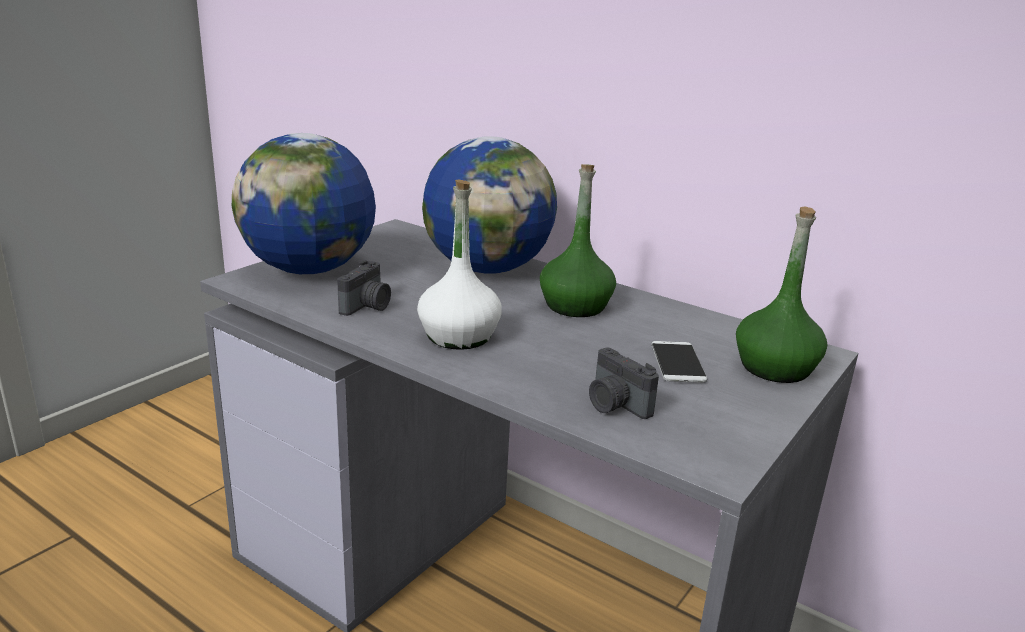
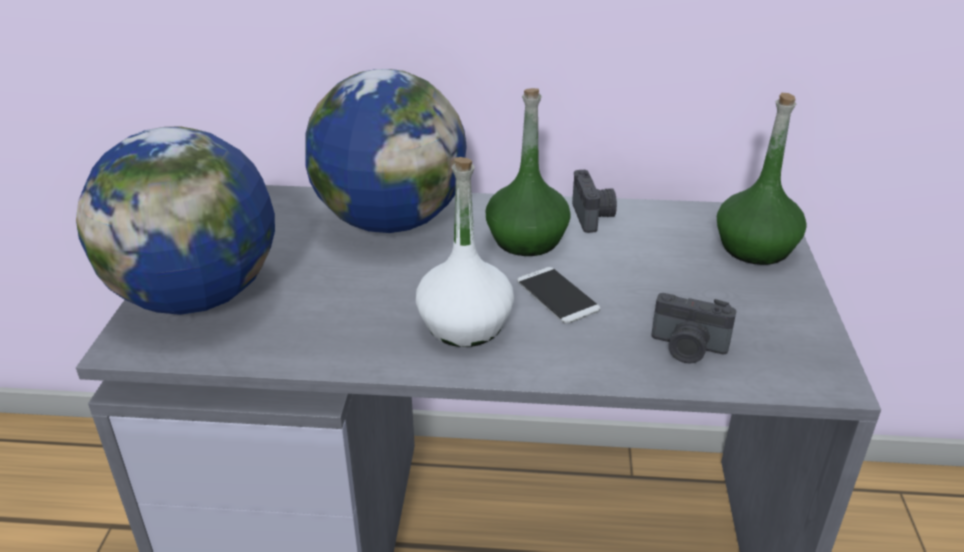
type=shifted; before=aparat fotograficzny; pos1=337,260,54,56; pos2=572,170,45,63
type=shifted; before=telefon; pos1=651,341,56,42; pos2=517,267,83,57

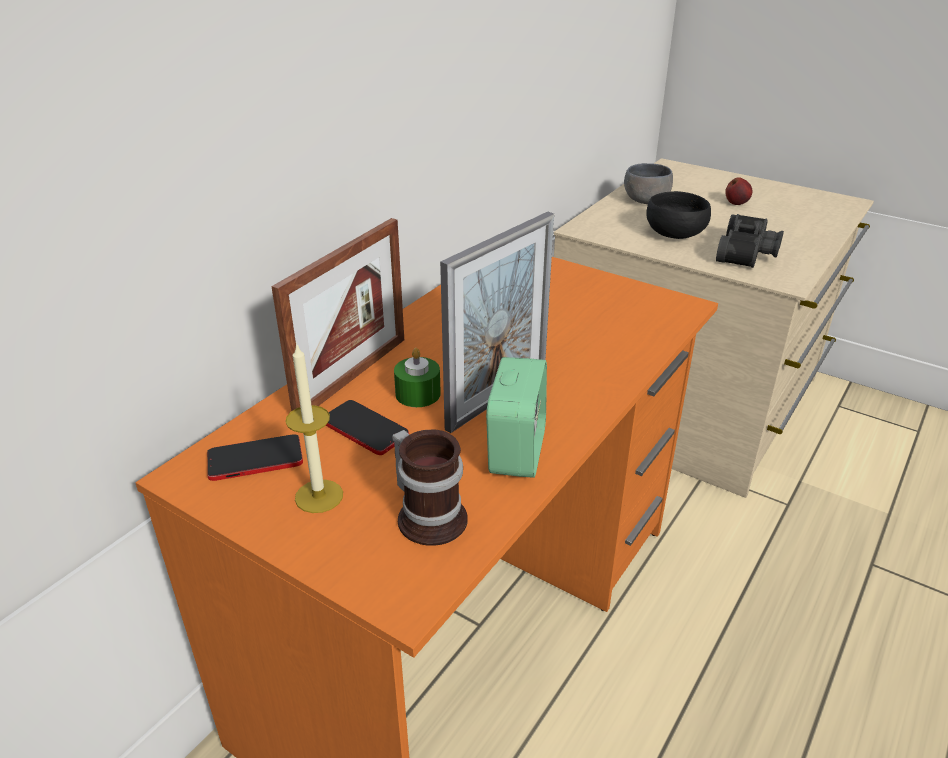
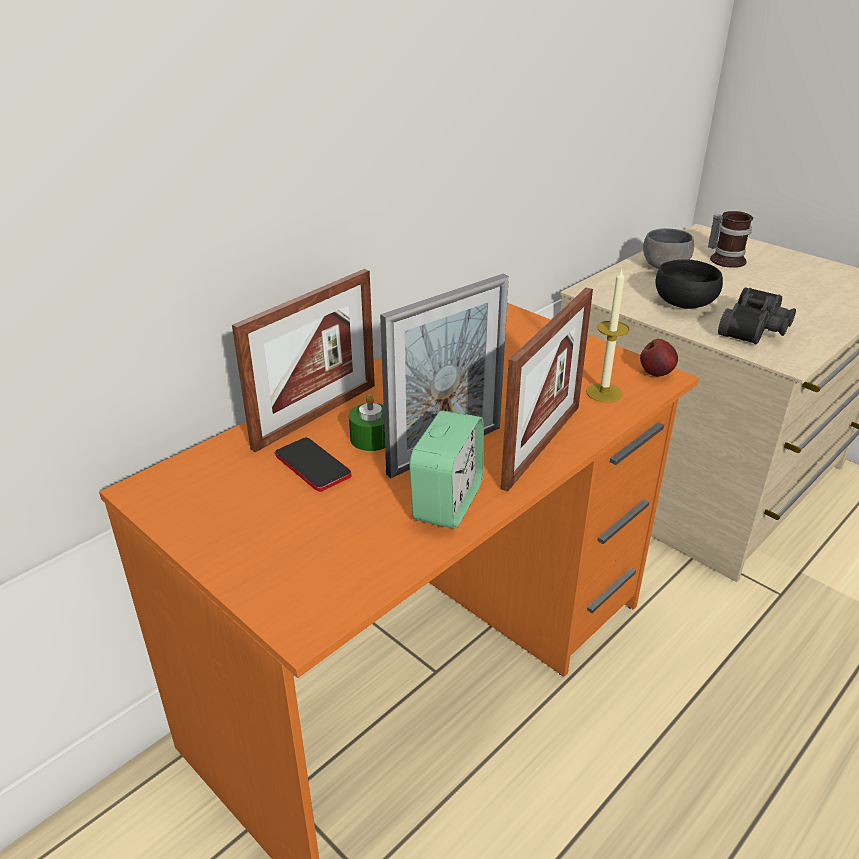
type=shifted; before=jabłko; pos1=725,177,27,28; pos2=640,339,38,37
type=shifted; before=świeca; pos1=285,343,58,170; pos2=586,267,43,135
type=shifted; before=kubek; pos1=392,429,76,117; pos2=708,211,45,57
type=gone; before=telefon; pos1=207,434,96,47
type=new; after=ramka na zdjęcie; pos2=501,288,92,204

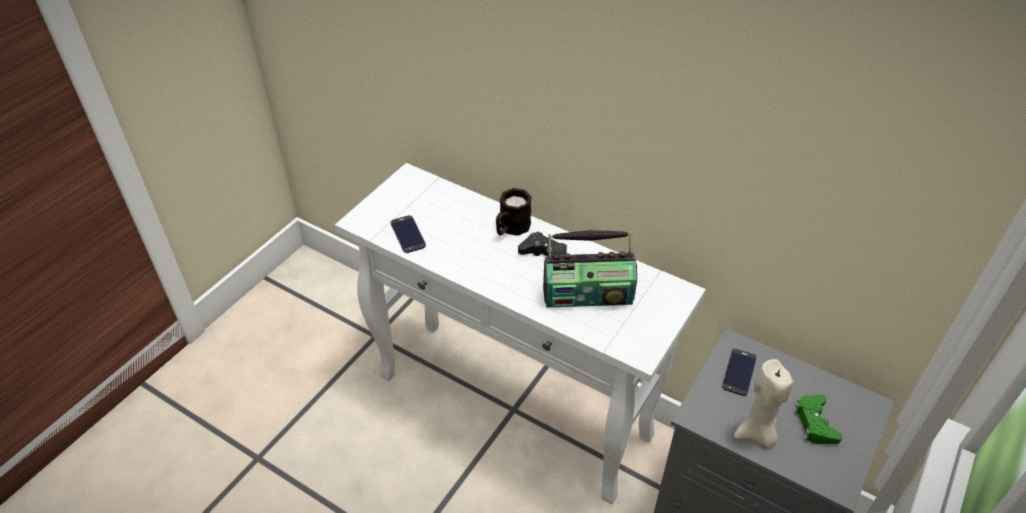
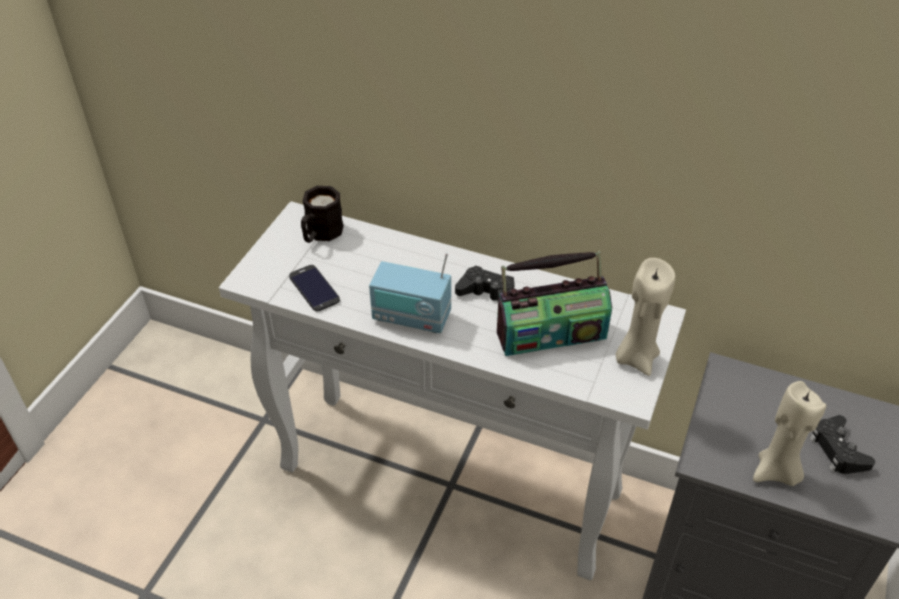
type=shifted; before=kubek/czarny; pos1=496,188,36,48; pos2=301,186,43,57
type=gone; before=telefon; pos1=722,348,35,48
type=repainted; before=pad do gier/zielony; after=pad do gier/czarny; pos1=793,394,49,50; pos2=809,415,66,59
type=new; after=radio; pos2=369,253,82,80
type=new; after=świeca/beżowy; pos2=615,258,60,118

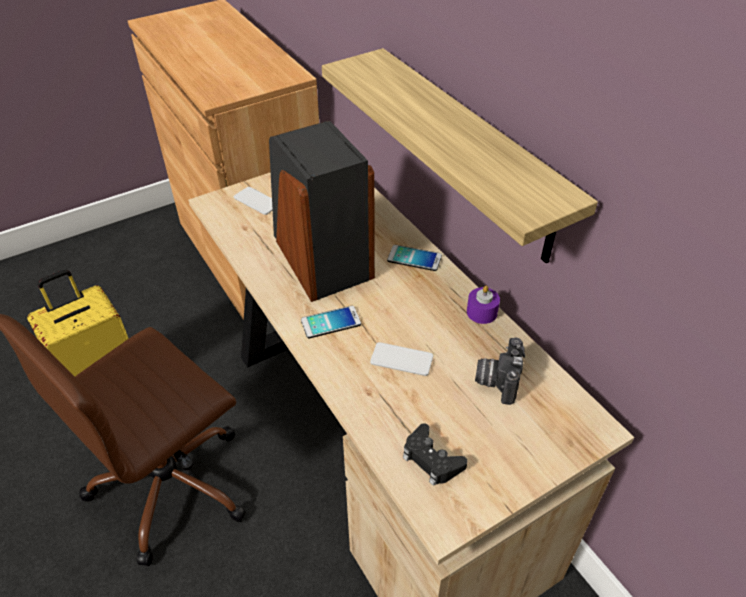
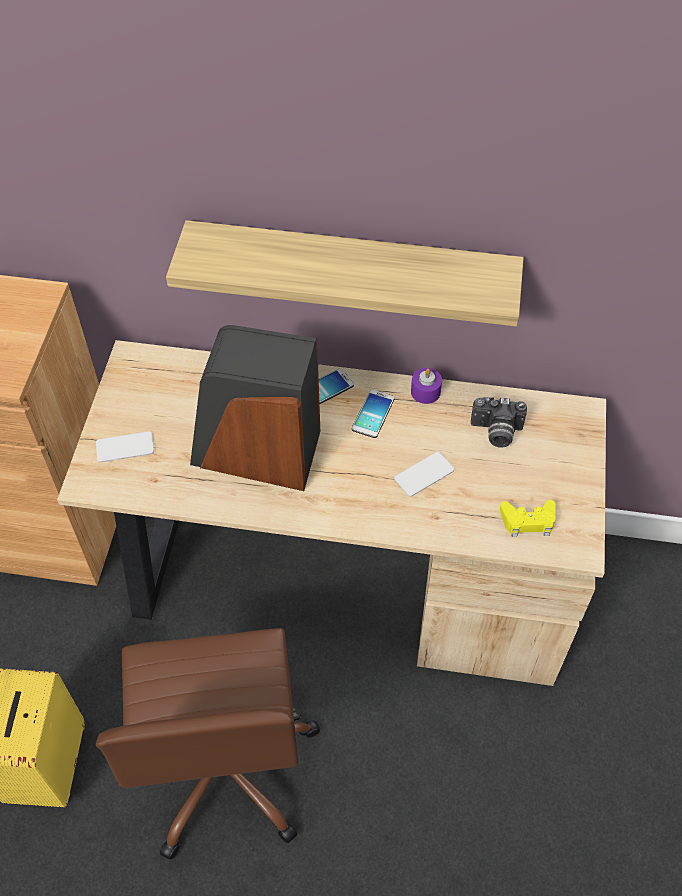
type=shifted; before=telefon; pos1=301,306,60,32; pos2=352,389,43,49
type=rotated; before=aparat fotograficzny; pos1=475,337,50,68; pos2=471,397,56,51; turn=-45
type=repainted; before=pad do gier/czarny; after=pad do gier/żółty; pos1=403,423,65,63; pos2=500,500,56,37

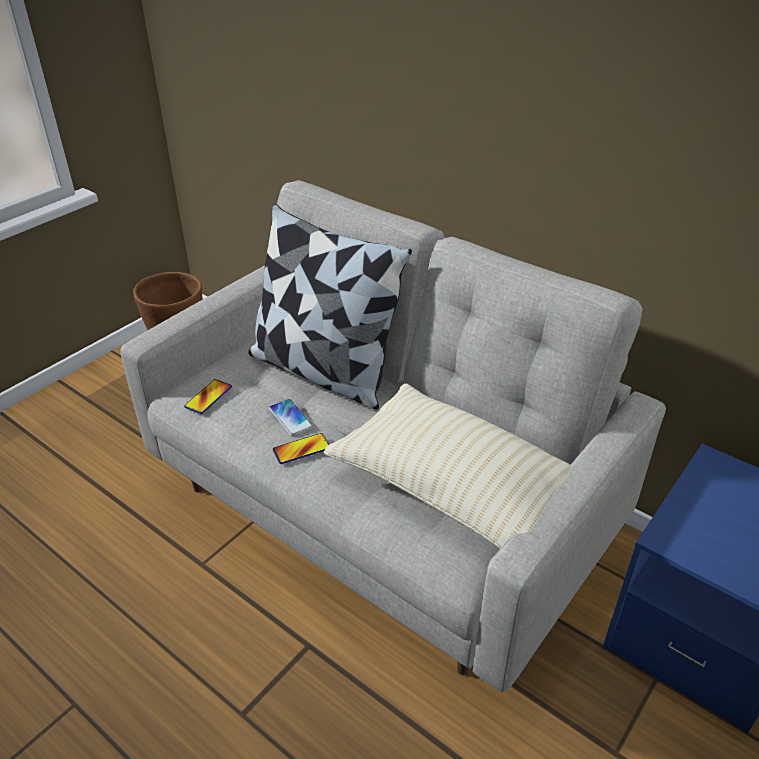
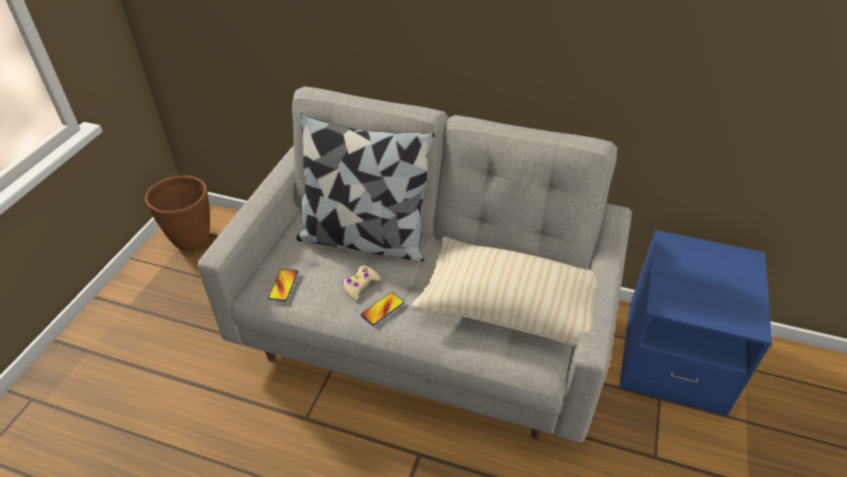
type=swapped; before=telefon; after=pad do gier/beżowy; pos1=269,399,44,37; pos2=342,265,38,36

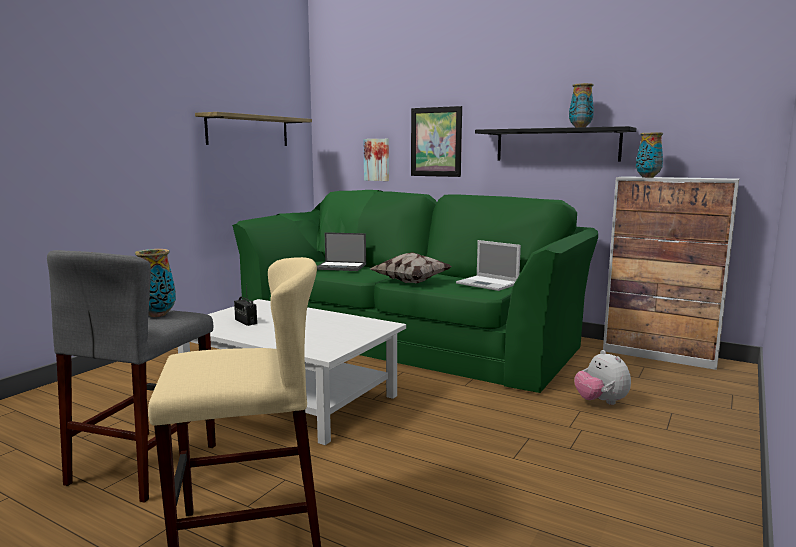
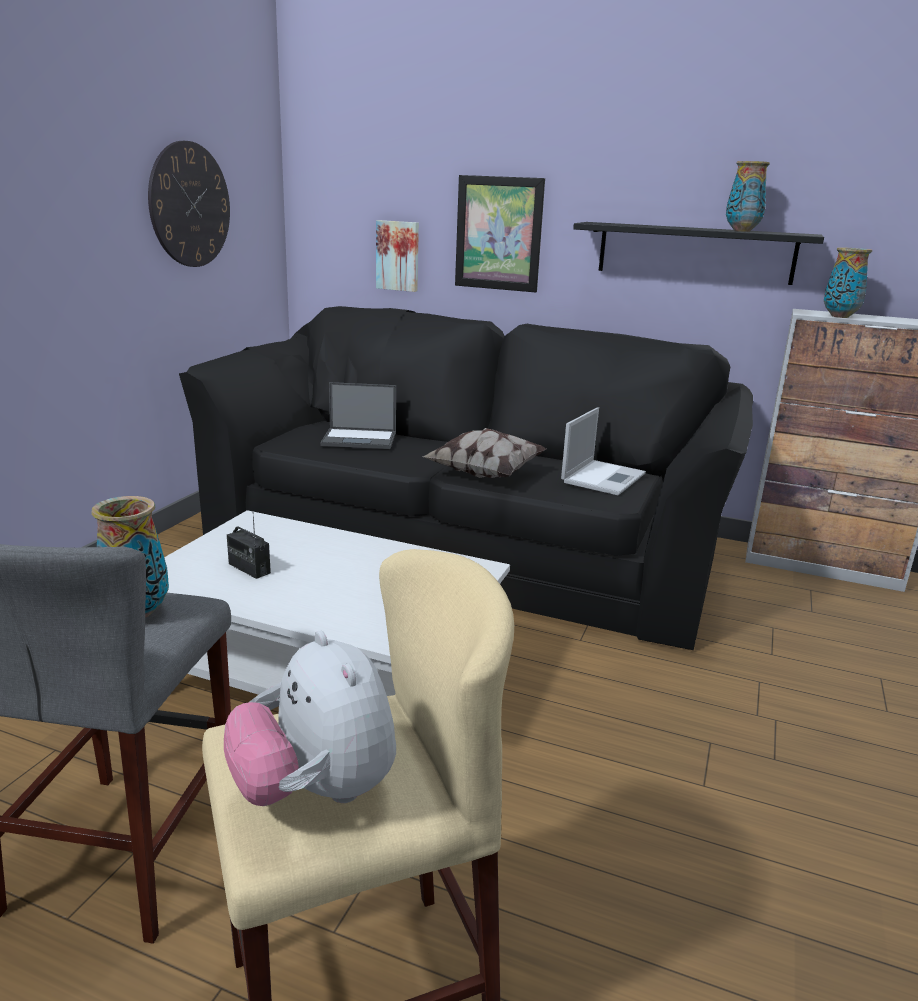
type=swapped; before=półka; after=zegar ścienny; pos1=195,112,117,34; pos2=148,141,82,126
type=repainted; before=kanapa/zielony; after=kanapa/czarny; pos1=232,190,366,203; pos2=179,306,574,344
type=rotated; before=laptop; pos1=456,240,65,51; pos2=561,407,85,88; turn=-90
type=shifted; before=pluszak; pos1=574,350,57,55; pos2=224,630,172,176

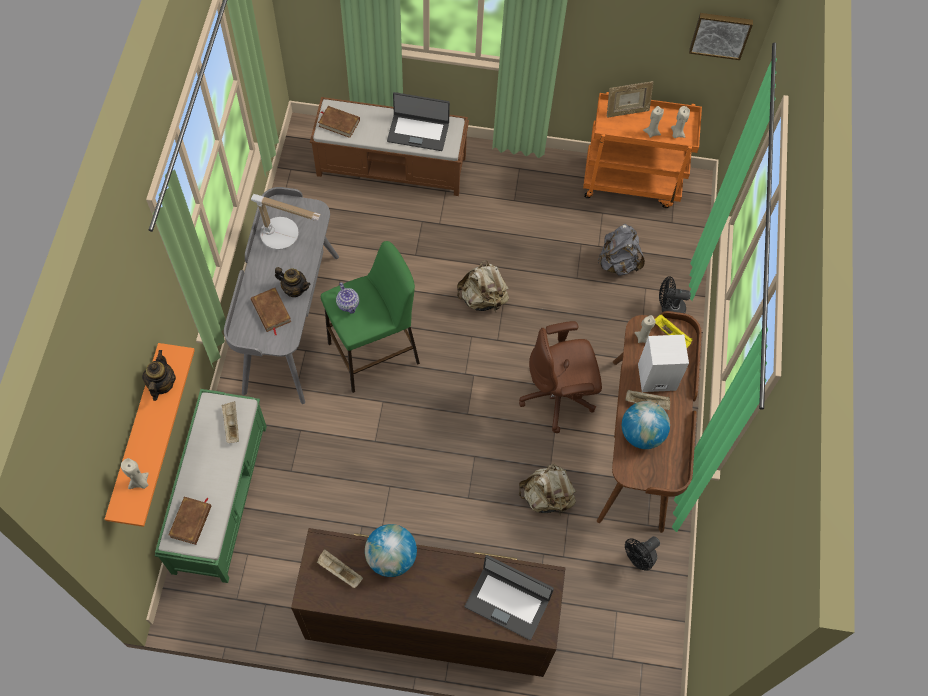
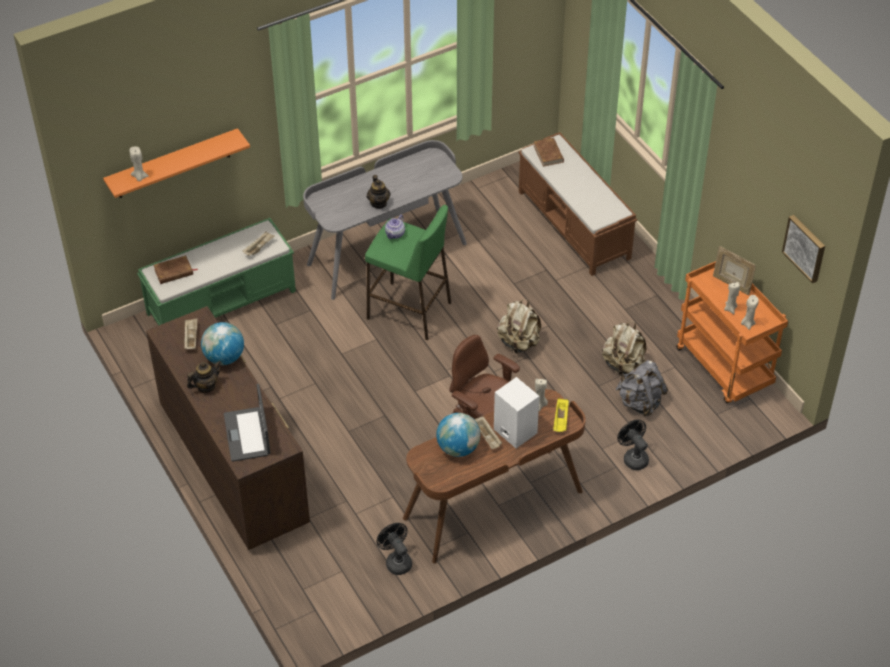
type=gone; before=laptop; pos1=387,92,63,59
type=gone; before=lampa stołowa; pos1=251,194,70,56
type=gone; before=książka/brązowy; pos1=251,288,40,47
type=shifted; before=imbryk; pos1=142,350,34,51; pos2=187,361,34,32
type=shifted; before=plecak/beżowy; pos1=519,464,57,51; pos2=602,321,44,55
type=rotated; before=wentylator/czarny; pos1=625,536,35,35; pos2=376,523,36,52; turn=45

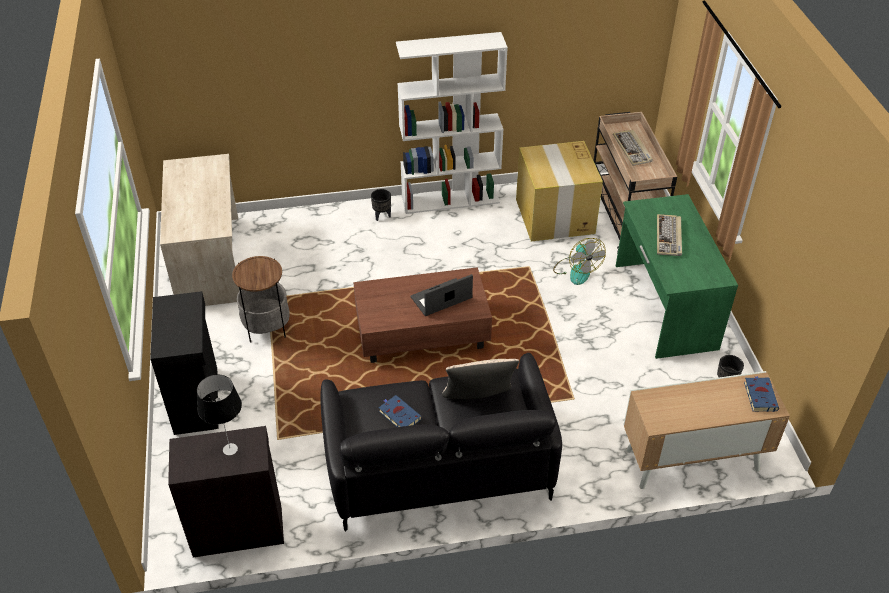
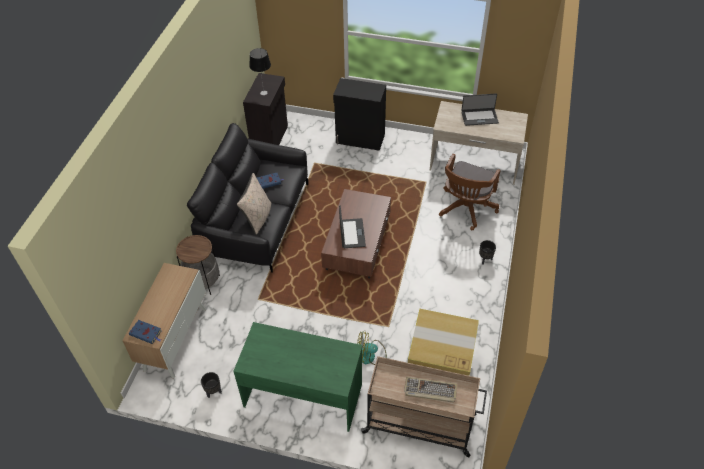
type=gone; before=regał/biały; pos1=396,32,112,182
type=gone; before=klawiatura; pos1=657,214,25,42
type=shifted; before=stolik; pos1=232,256,58,87; pos2=176,235,44,60
type=new; after=laptop; pos2=461,93,38,33
type=new; after=krzesło biurowe/brązowy; pos2=439,154,62,76

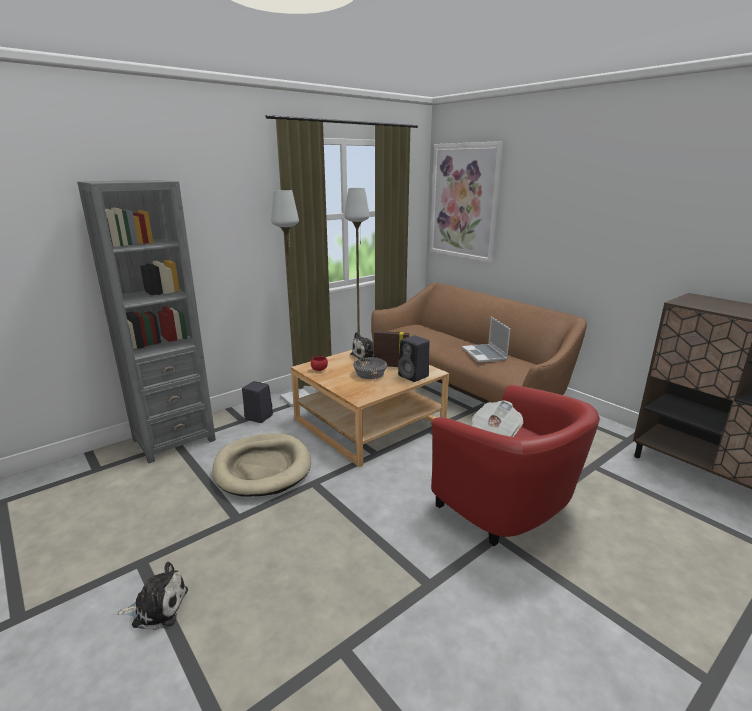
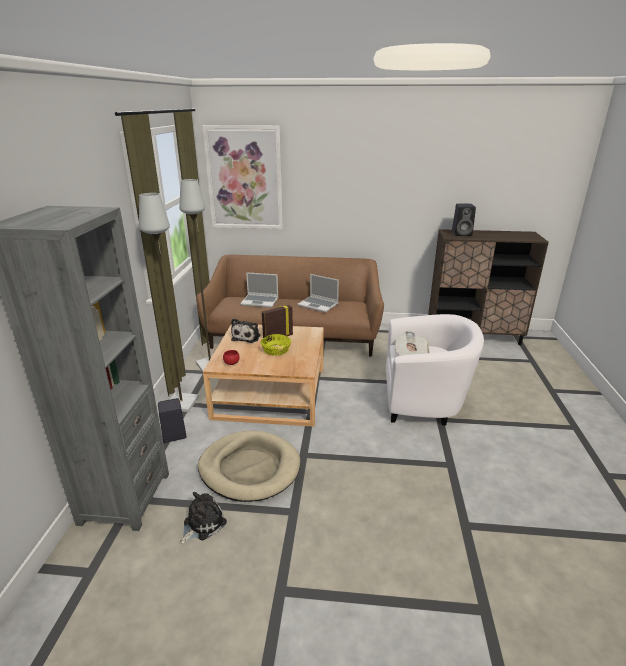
type=shifted; before=głośnik/czarny; pos1=398,335,32,47; pos2=452,204,24,32
type=repainted; before=miska/szary; after=miska/żółty; pos1=353,357,34,22; pos2=260,334,31,22
type=repainted; before=fotel/czerwony; after=fotel/biały; pos1=431,385,169,161; pos2=386,314,98,111
type=shifted; before=pluszak; pos1=117,562,71,68; pos2=180,492,47,53
type=new; after=laptop; pos2=240,272,38,36

